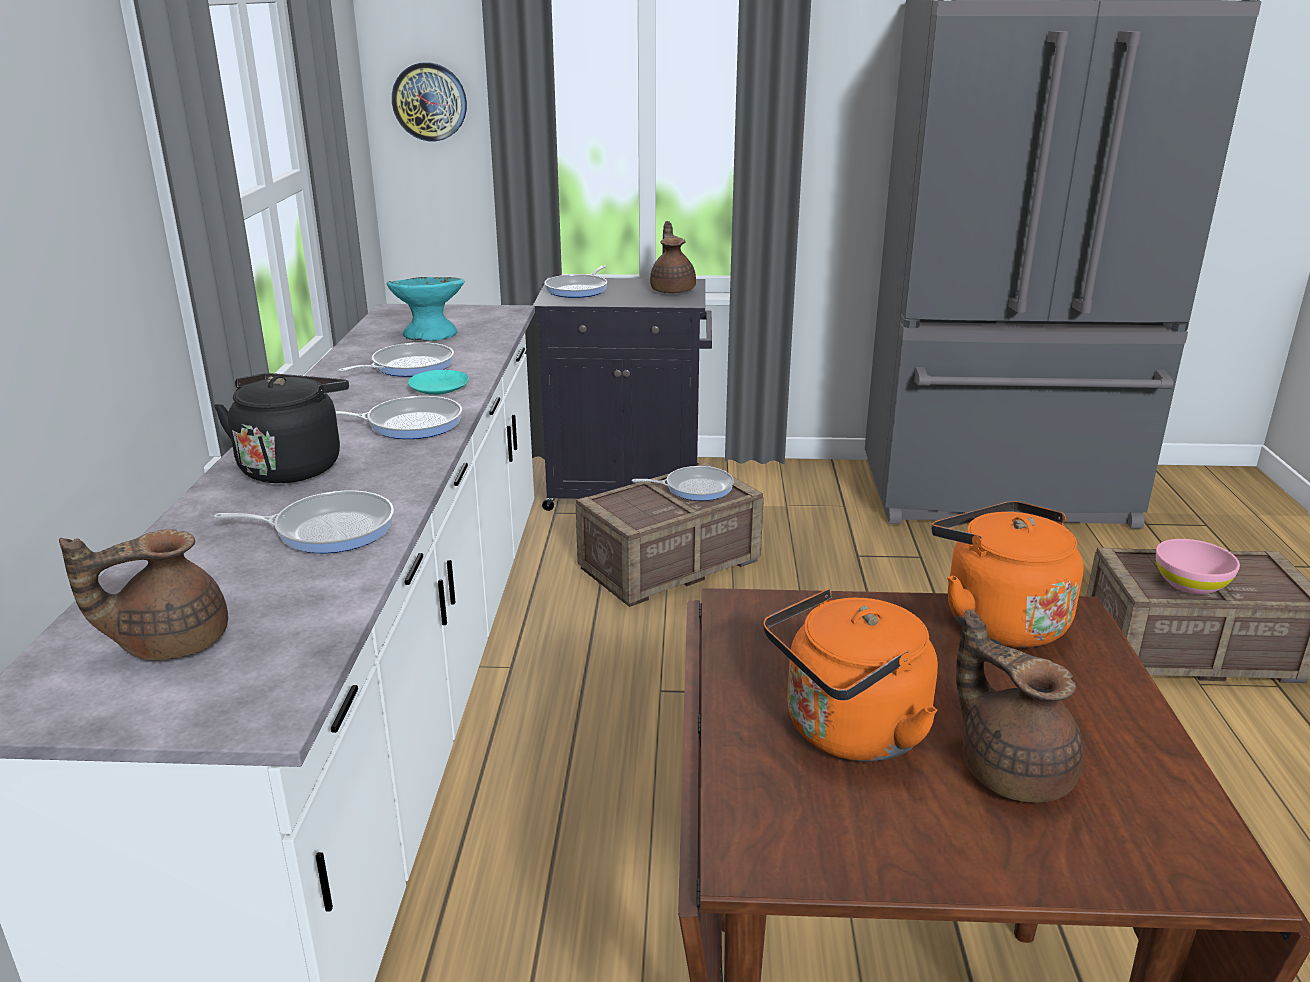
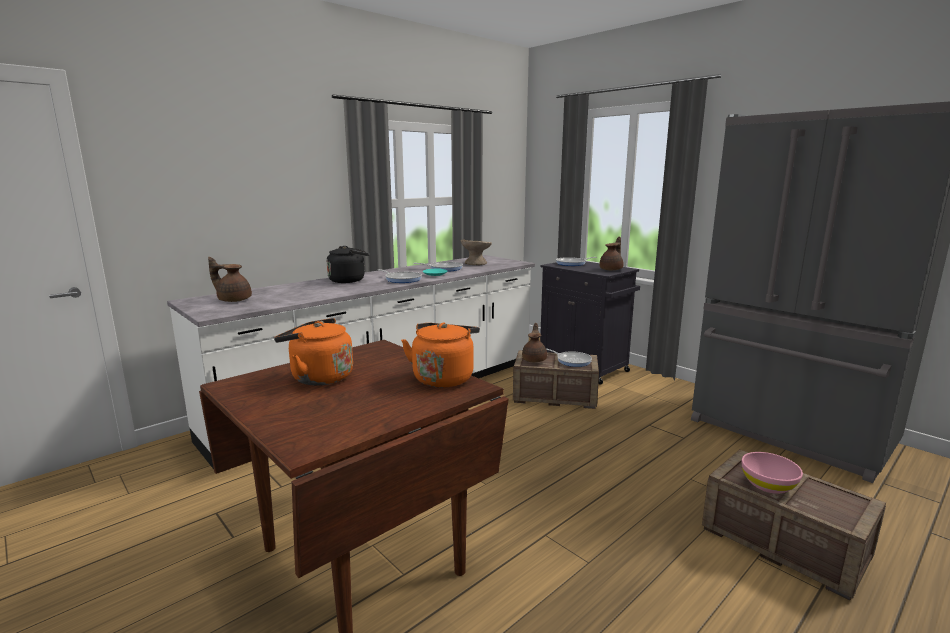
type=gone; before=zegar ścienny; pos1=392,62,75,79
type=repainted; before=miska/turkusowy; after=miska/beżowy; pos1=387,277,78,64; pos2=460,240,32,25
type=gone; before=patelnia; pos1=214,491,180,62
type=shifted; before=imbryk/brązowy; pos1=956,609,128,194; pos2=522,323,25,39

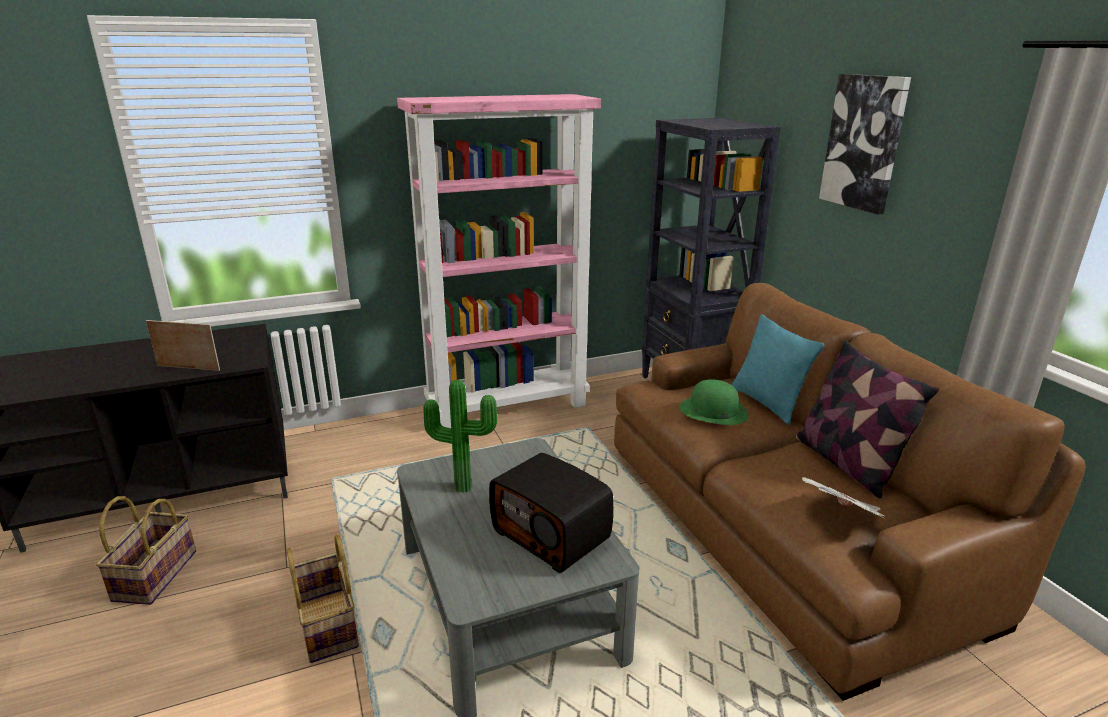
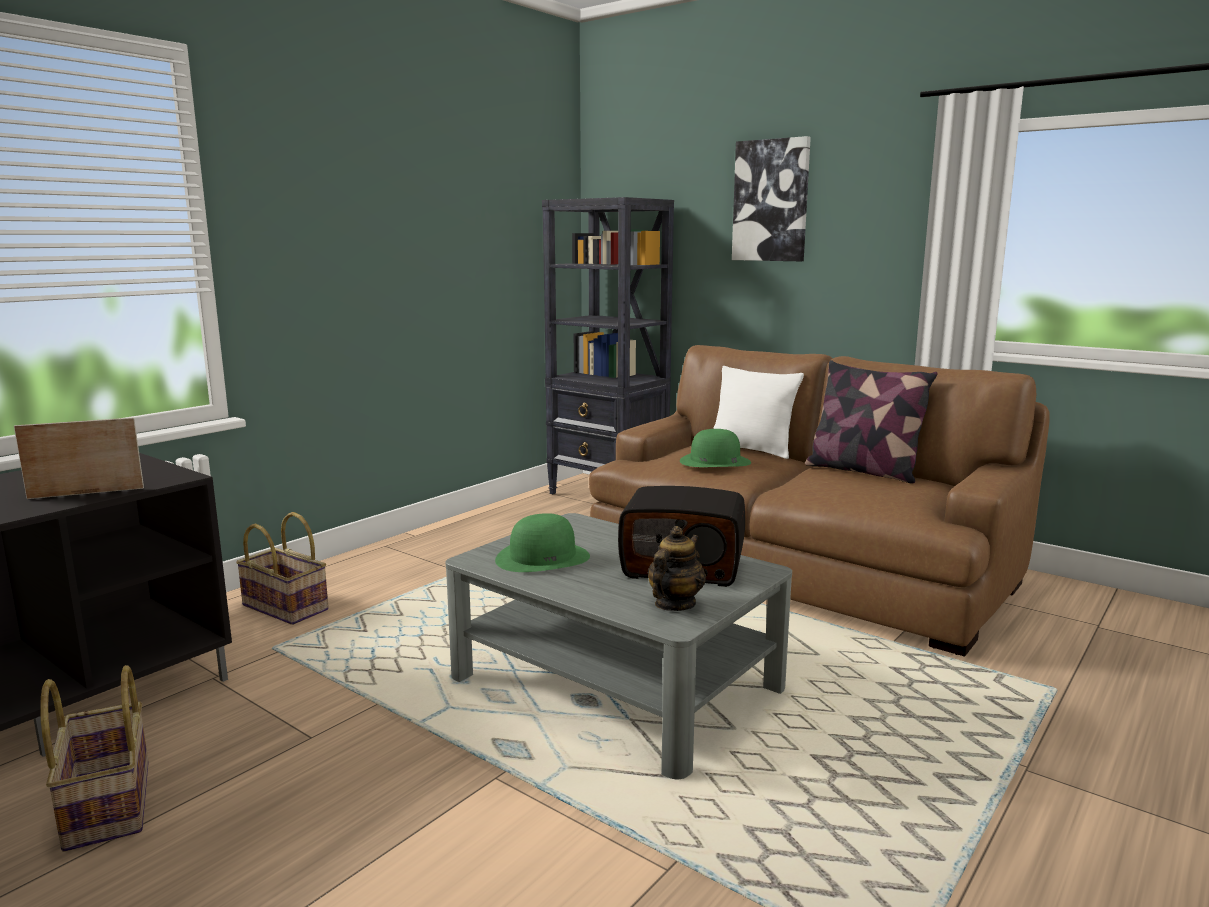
type=gone; before=regał/różowy; pos1=397,94,204,334
type=repainted; before=poduszka/turkusowy; after=poduszka/biały; pos1=731,314,93,111; pos2=713,366,91,93
type=swapped; before=roślina doniczkowa; after=kapelusz/zielony; pos1=423,380,74,113; pos2=495,513,95,59
type=gone; before=gazeta; pos1=802,477,82,41
type=shifted; before=koszyk; pos1=286,534,73,129; pos2=236,512,93,113
type=new; after=imbryk; pos2=648,526,58,85

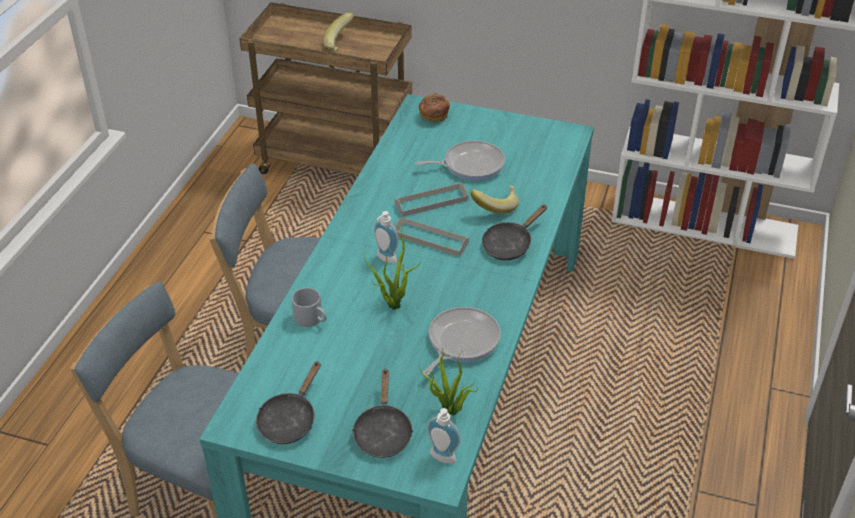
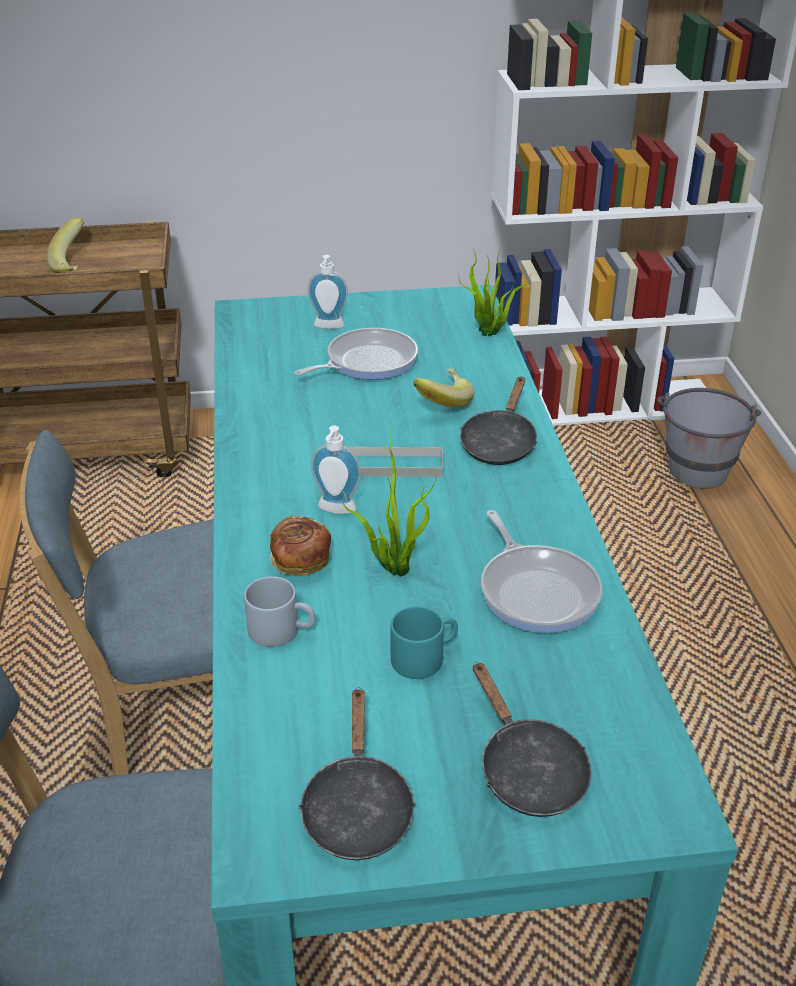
type=shifted; before=chleb; pos1=419,93,31,29; pos2=270,516,61,60
type=gone; before=taca/szary; pos1=395,183,73,34
type=rotated; before=patelnia; pos1=422,307,79,69; pos2=481,510,121,123; turn=150
type=shifted; before=roślina doniczkowa; pos1=419,348,58,68; pos2=458,246,73,90
type=shifted; before=dozownik mydła; pos1=427,408,33,56; pos2=308,255,40,74
type=new; after=wiadro/szary; pos2=657,388,104,101
type=new; after=kubek/turkusowy; pos2=390,606,68,73

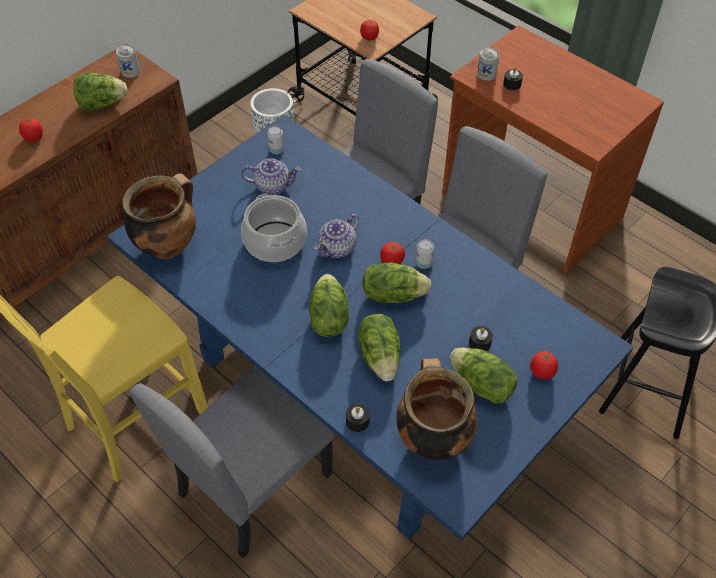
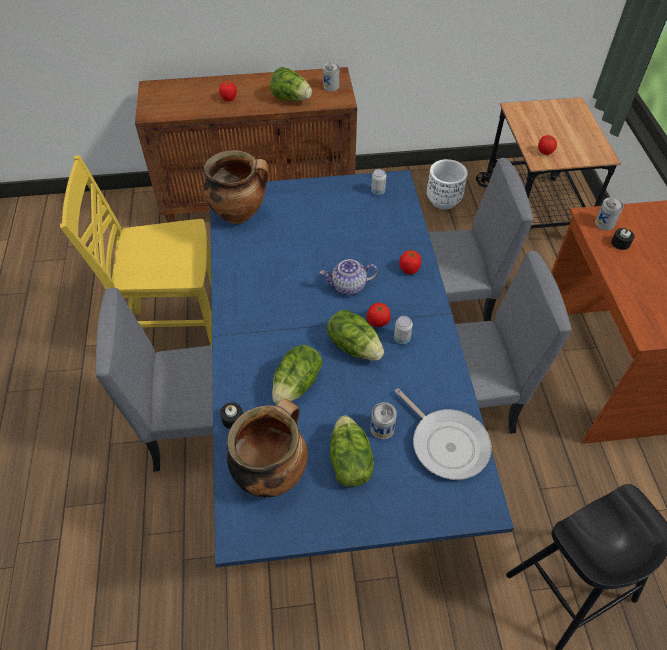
type=gone; before=imbryk; pos1=241,158,60,37
type=gone; before=garnek; pos1=241,194,66,68
type=gone; before=sałata; pos1=309,274,40,63
type=swapped; before=świeca/czarny; after=puszka; pos1=469,326,24,25; pos2=370,402,27,38
type=shifted; before=pomidor; pos1=530,351,28,28; pos2=399,250,22,25
type=new; after=patelnia; pos2=395,388,97,92

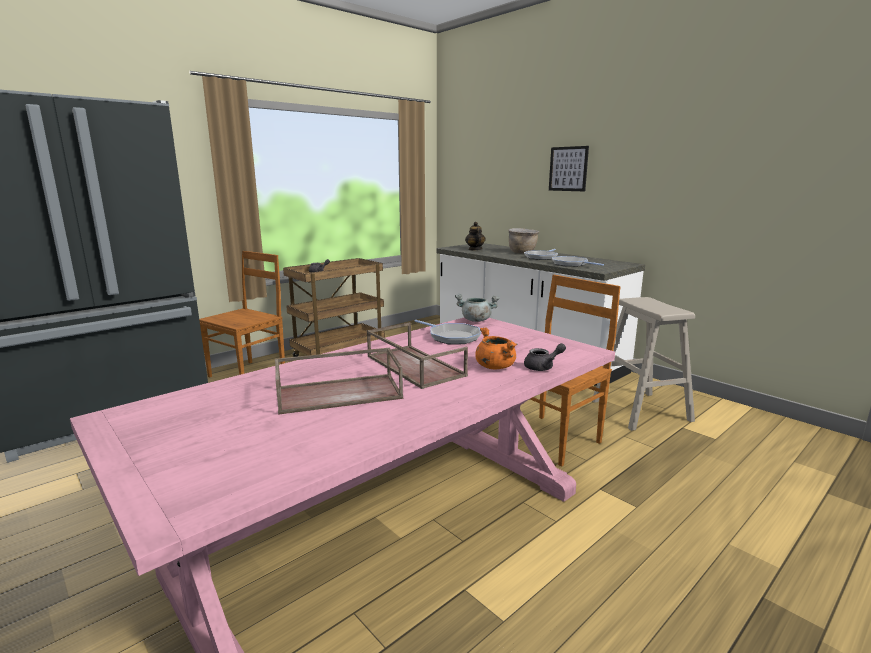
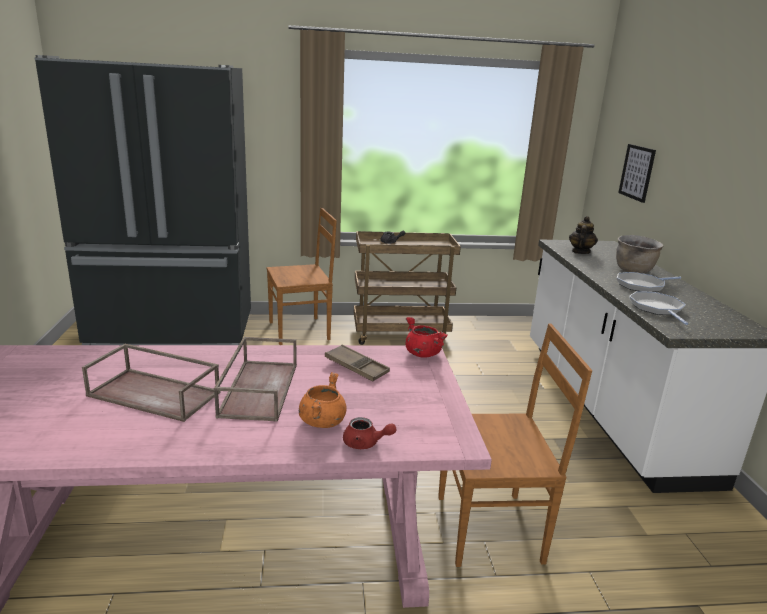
type=shifted; before=obraz; pos1=549,146,40,45; pos2=618,144,38,59
type=repainted; before=garnek/szary; after=garnek/czerwony; pos1=455,294,44,28; pos2=405,317,43,41
type=gone; before=stołek/beżowy; pos1=593,297,102,134
type=swapped; before=patelnia; after=taca/brązowy; pos1=415,320,66,24; pos2=325,345,65,36
type=repainted; before=imbryk/szary; after=imbryk/czerwony; pos1=524,343,42,28; pos2=343,417,53,32

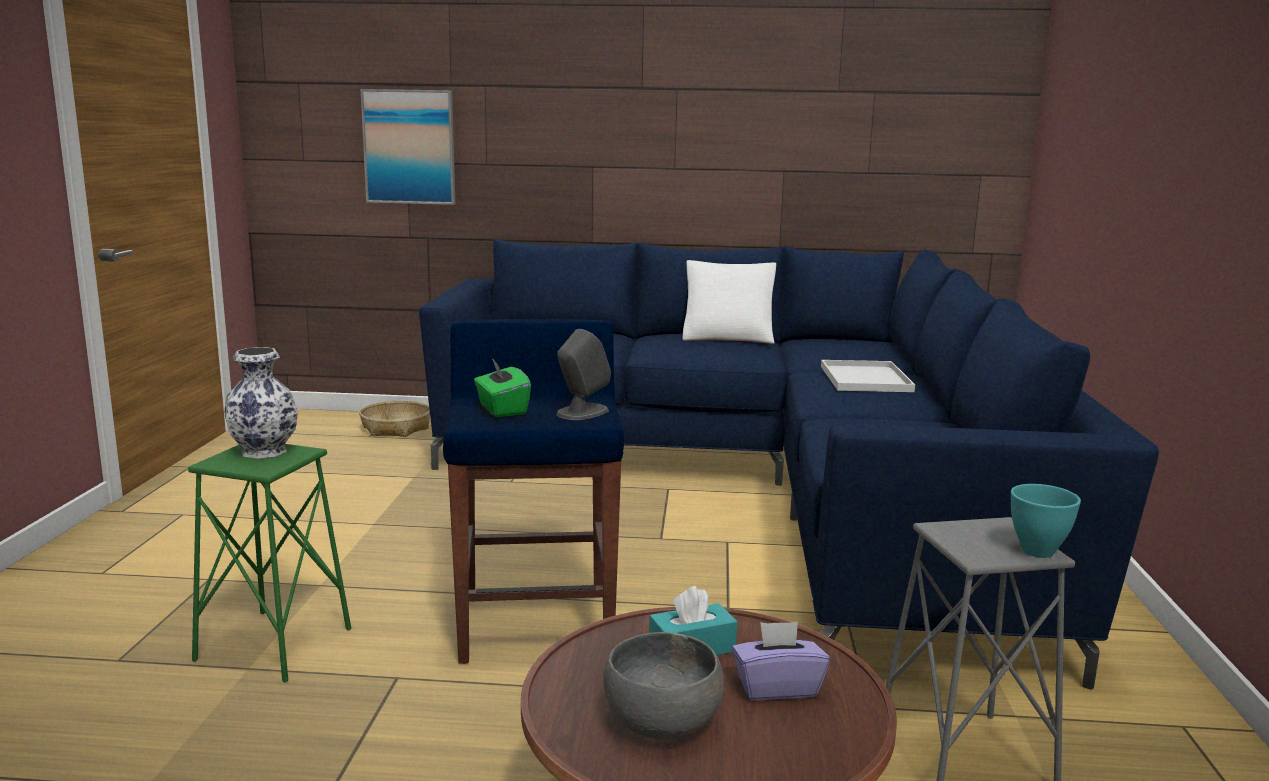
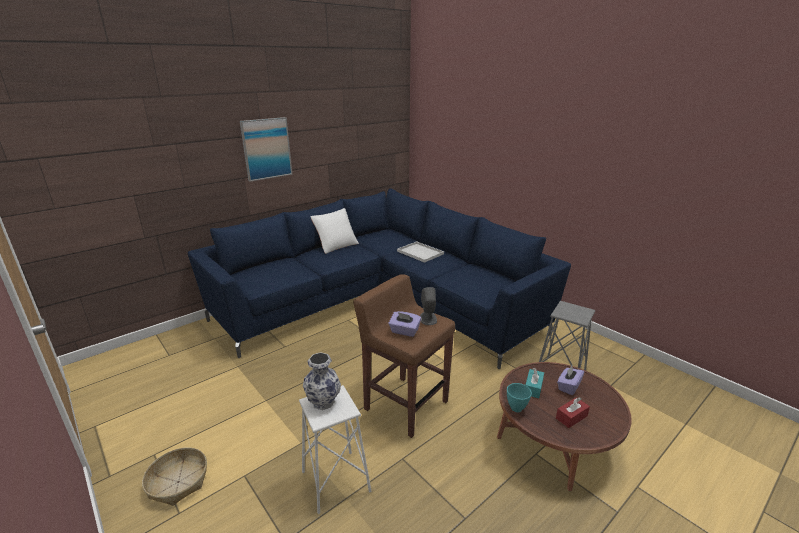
type=shifted; before=obraz; pos1=360,89,95,116; pos2=240,117,52,64
type=repainted; before=stołek/niebieski; after=stołek/brązowy; pos1=443,319,181,345; pos2=353,274,102,164
type=repainted; before=pudełko chusteczek/zielony; after=pudełko chusteczek/fioletowy; pos1=474,359,57,58; pos2=388,311,33,26
type=shifted; before=koszyk; pos1=359,401,71,36; pos2=142,447,65,59
type=repainted; before=stołek/zielony; after=stołek/biały; pos1=188,444,163,238; pos2=299,385,72,129
type=shifted; before=miska/turkusowy; pos1=1011,484,70,74; pos2=507,383,25,29
type=swapped; before=miska/szary; after=pudełko chusteczek/czerwony; pos1=603,632,121,108; pos2=556,397,34,31

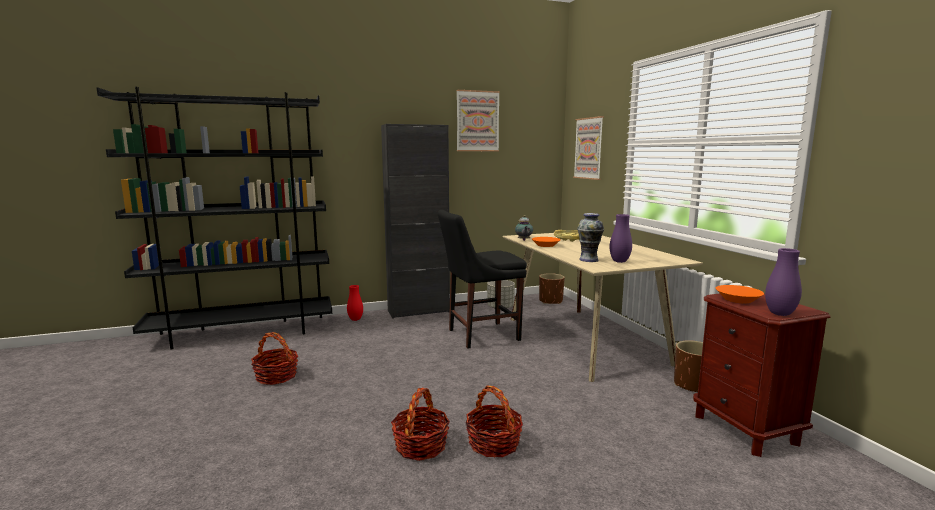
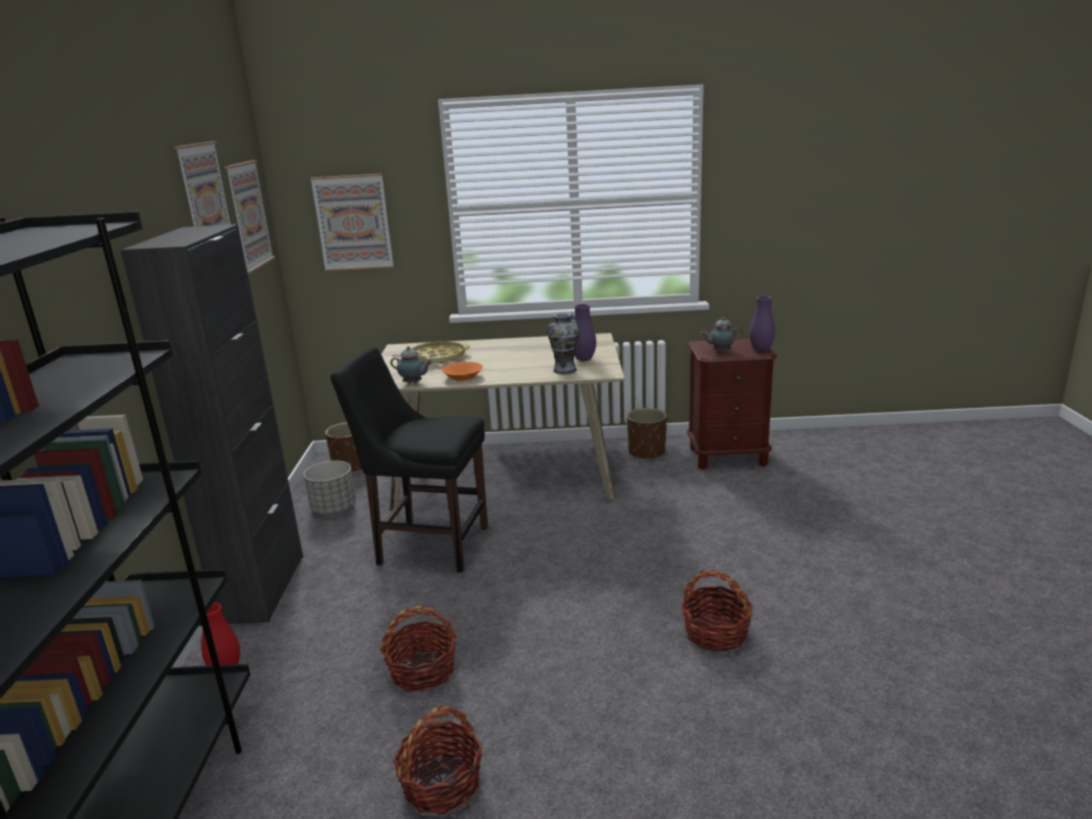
type=rotated; before=krzesło/czarny; pos1=438,210,89,139; pos2=330,346,158,227; turn=105
type=swapped; before=miska/pomarańczowy; after=imbryk; pos1=716,285,48,18; pos2=701,317,42,35
type=shifted; before=koszyk; pos1=466,386,57,71; pos2=380,605,76,87
type=new; after=obraz; pos2=224,160,51,113

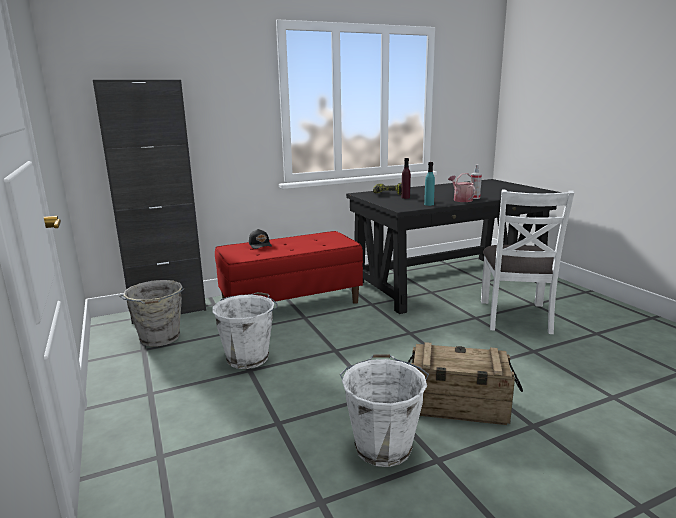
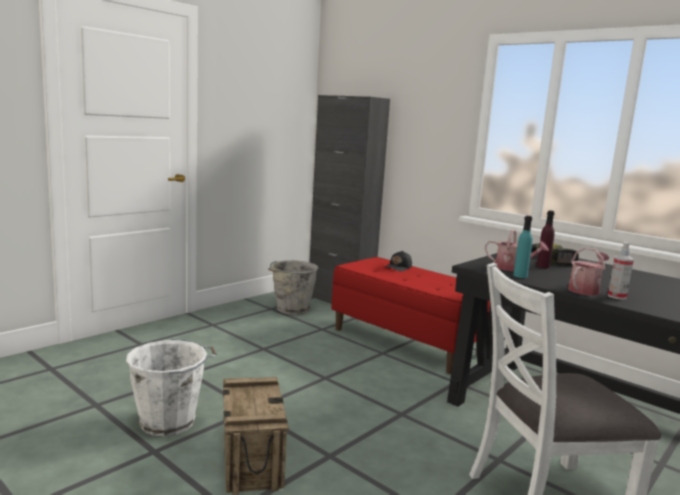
type=gone; before=wiadro/biały; pos1=212,292,65,77
type=new; after=konewka; pos2=485,229,64,42

